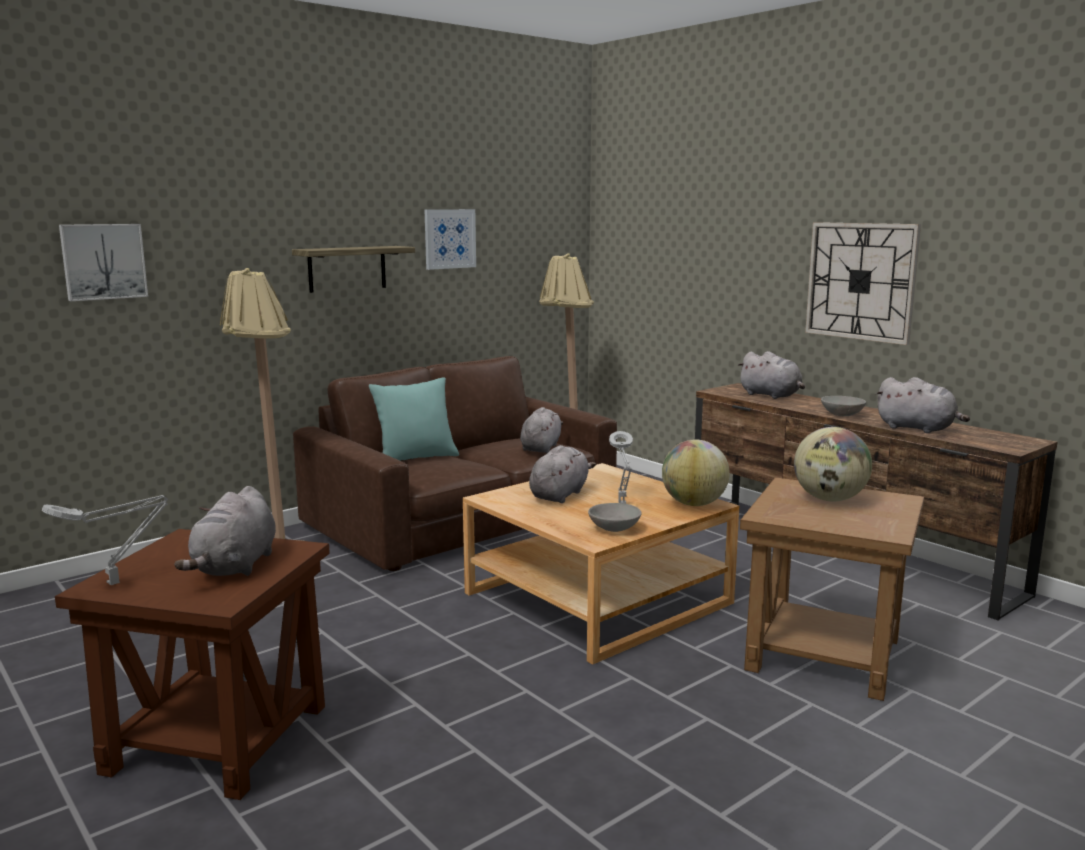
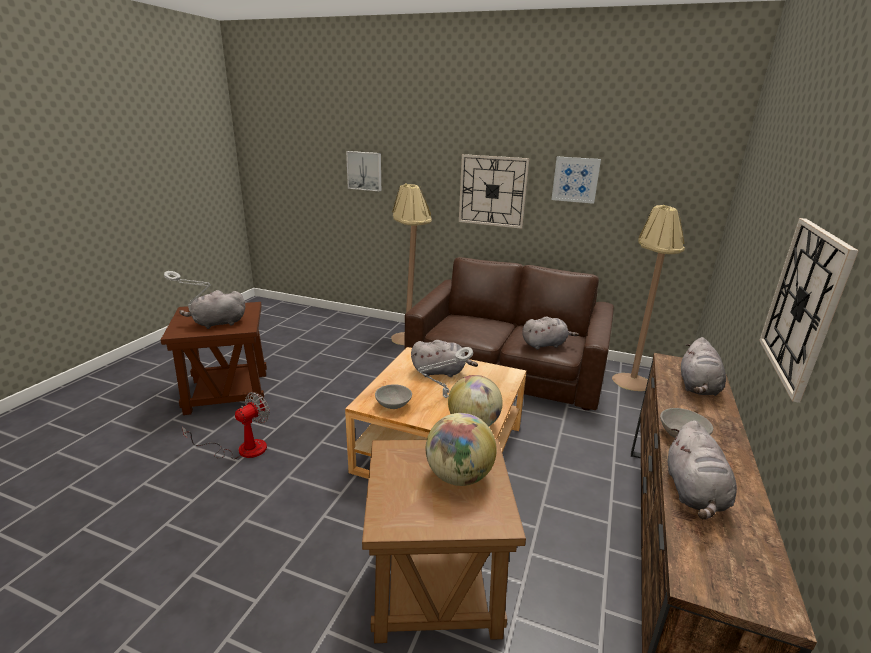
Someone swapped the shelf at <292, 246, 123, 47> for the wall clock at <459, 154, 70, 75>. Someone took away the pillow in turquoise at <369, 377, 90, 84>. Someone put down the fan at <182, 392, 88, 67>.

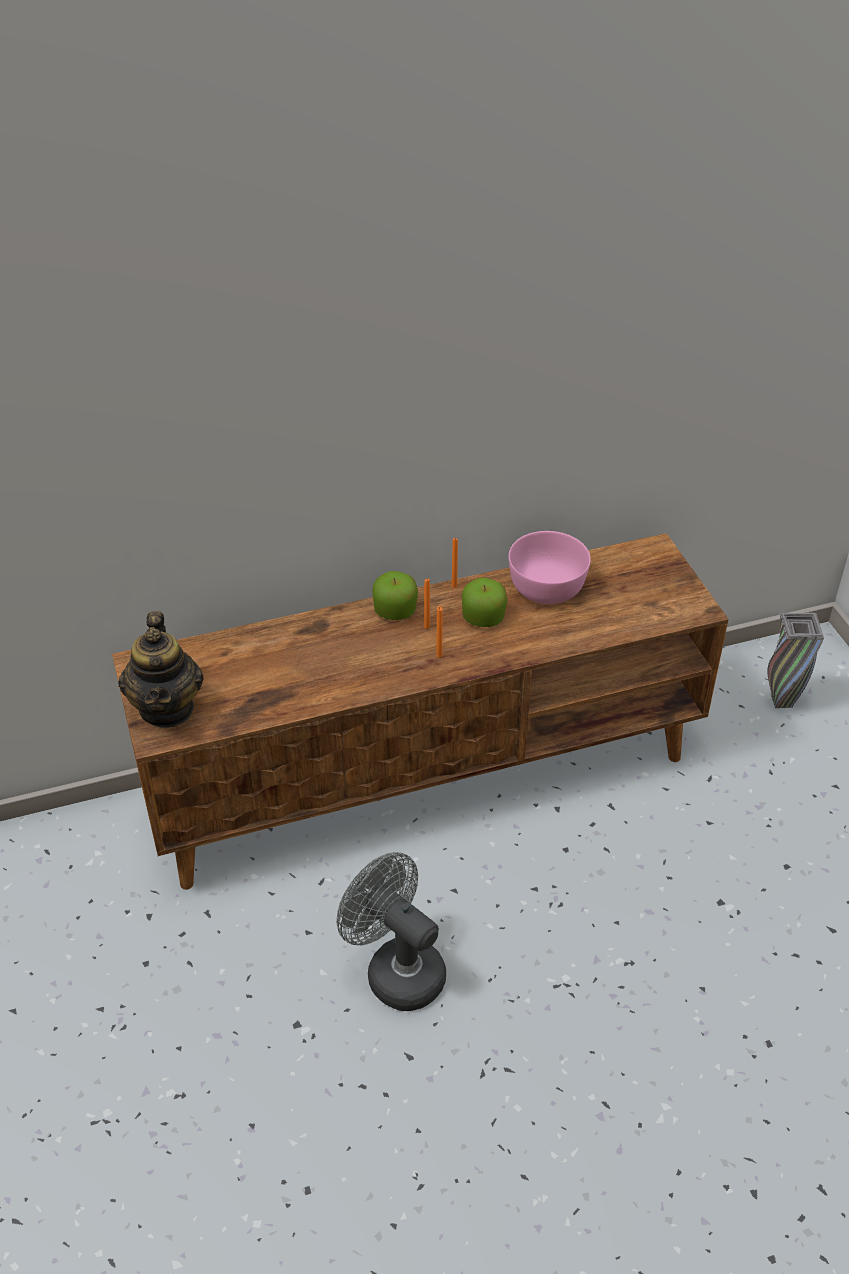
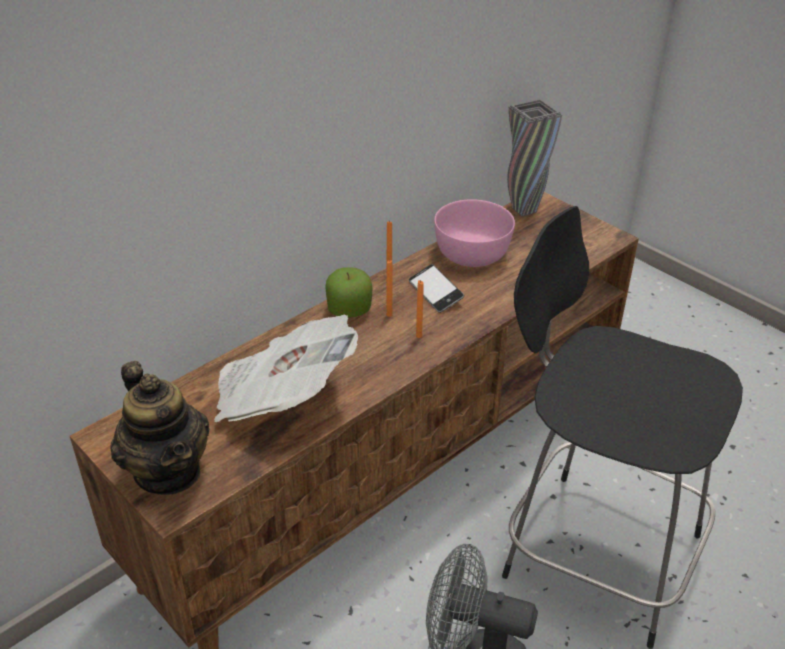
Someone swapped the apple at <462, 578, 46, 49> for the phone at <409, 264, 55, 49>. Someone carried the vase in grey from <767, 613, 57, 95> to <507, 99, 55, 118>. Someone put down the stool in black at <502, 206, 241, 443>. Someone put down the newspaper at <214, 315, 144, 107>.

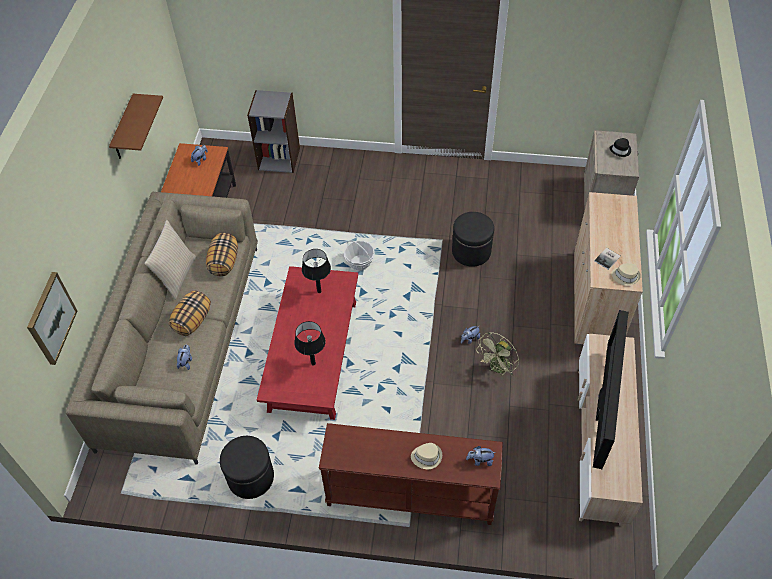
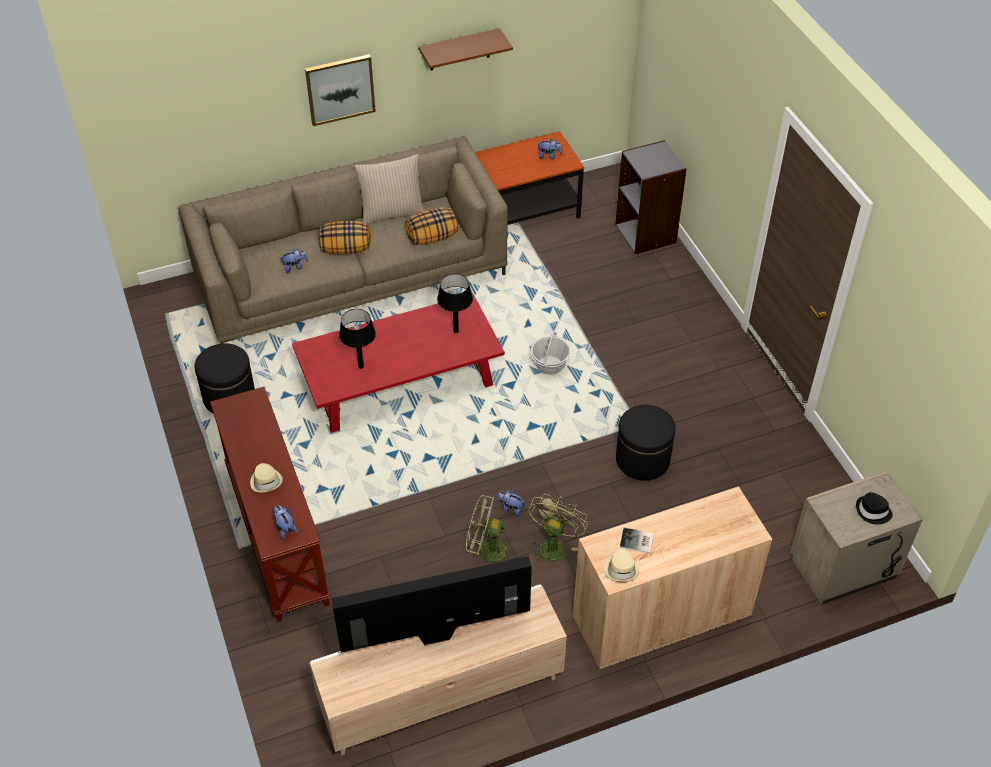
Someone carried the picture from <27, 272, 50, 93> to <305, 54, 71, 72>. Someone put down the fan in green at <528, 494, 60, 71>.

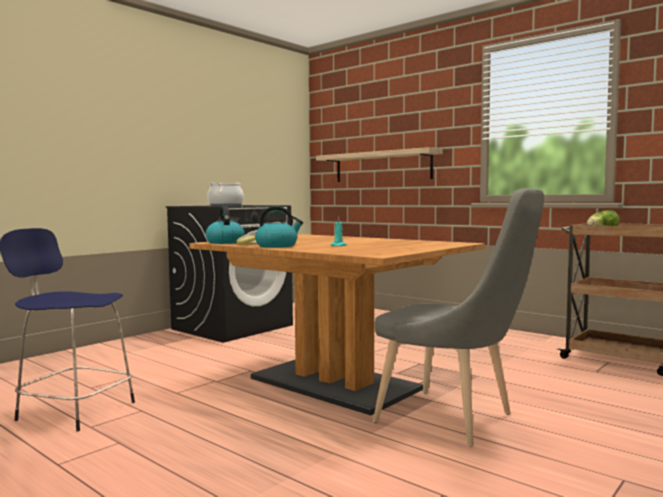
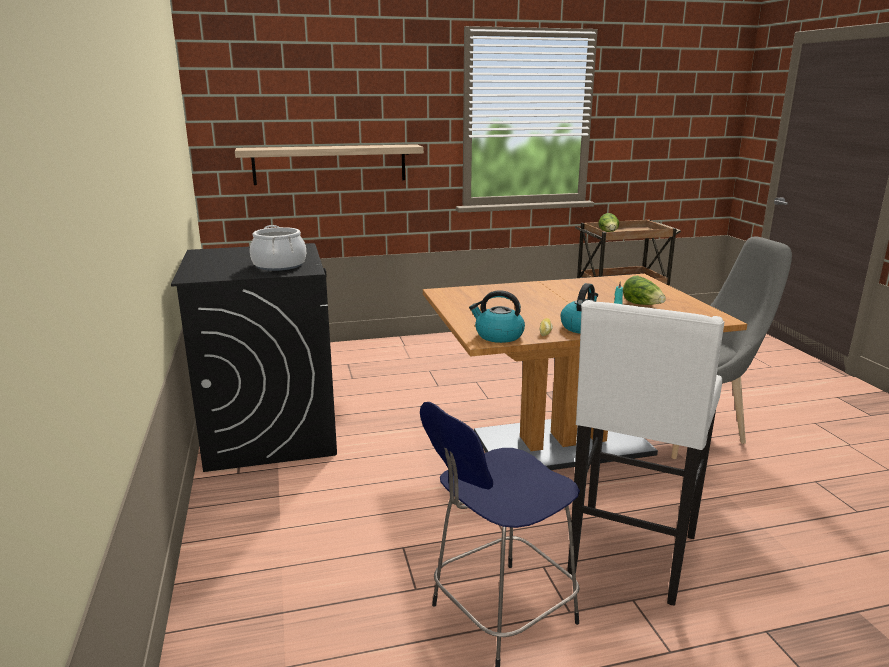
Someone put down the lettuce at <623, 275, 43, 30>. Someone put down the stool in white at <567, 300, 157, 306>.

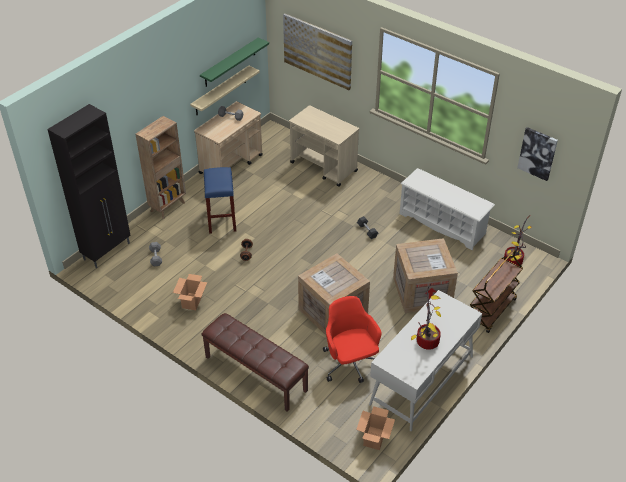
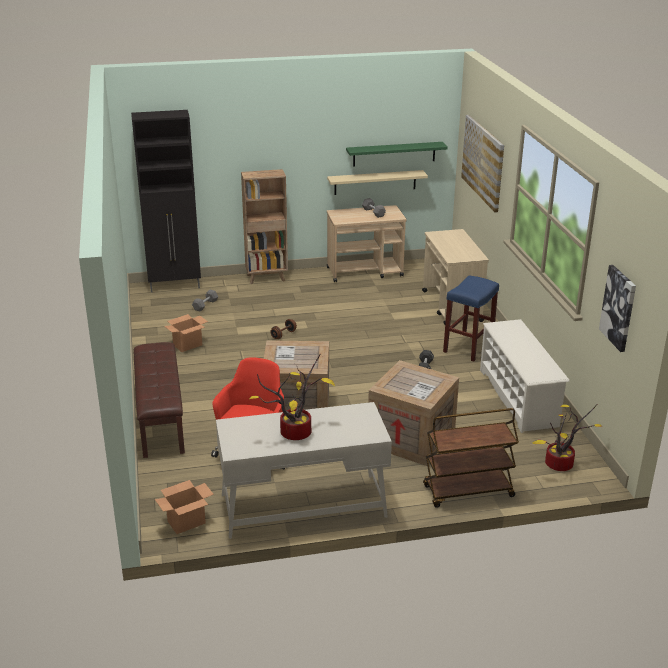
Someone carried the stool in blue from <204, 167, 32, 67> to <443, 276, 56, 86>.

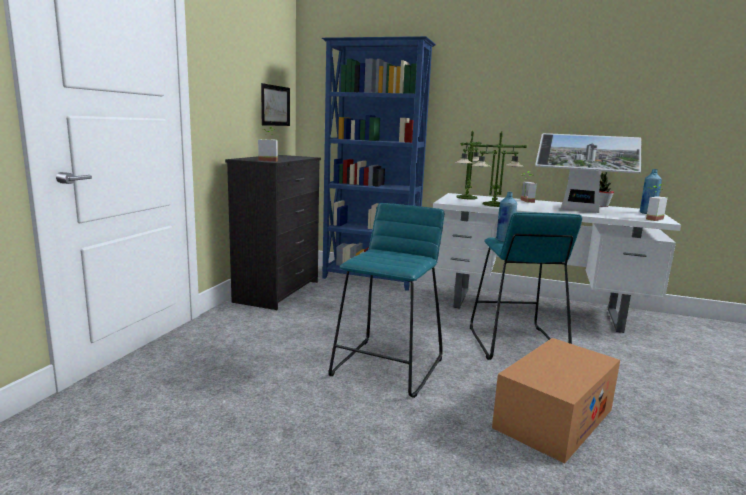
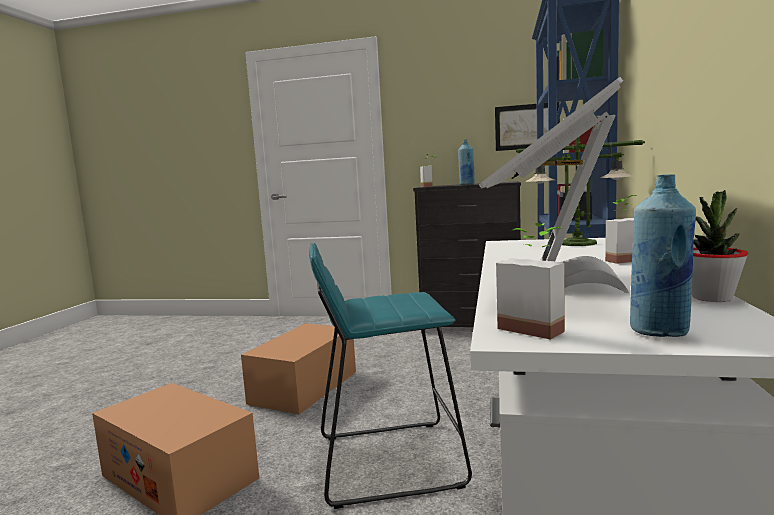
Someone took away the table lamp at <471, 132, 56, 75>. Someone carried the bottle in blue from <496, 192, 21, 50> to <458, 140, 17, 45>. Someone swapped the stool in turquoise at <329, 203, 115, 195> for the cardboard box at <241, 323, 115, 91>.

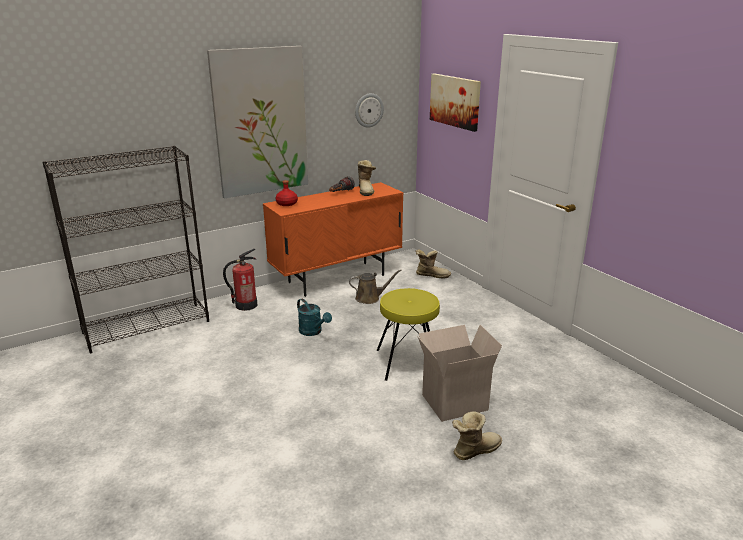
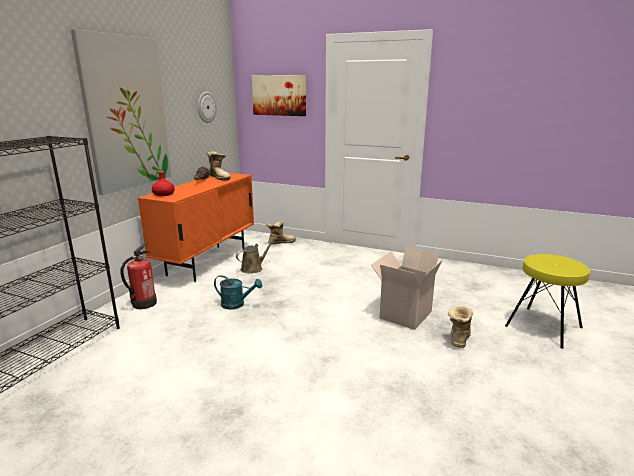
Someone carried the stool in yellow from <377, 288, 63, 93> to <505, 254, 85, 95>.

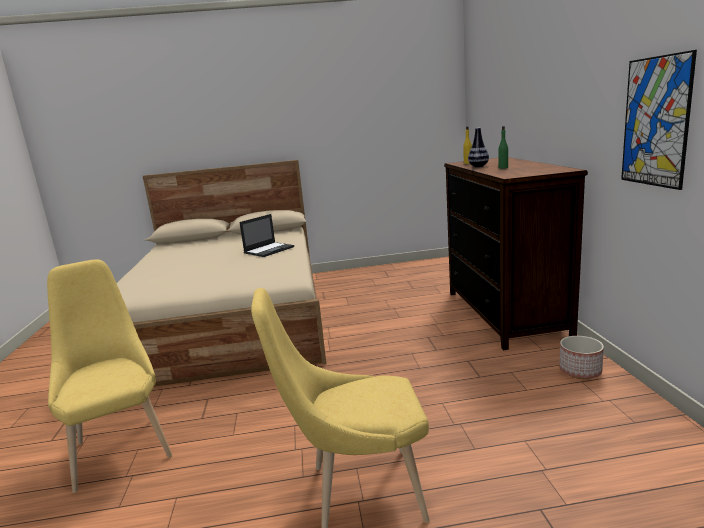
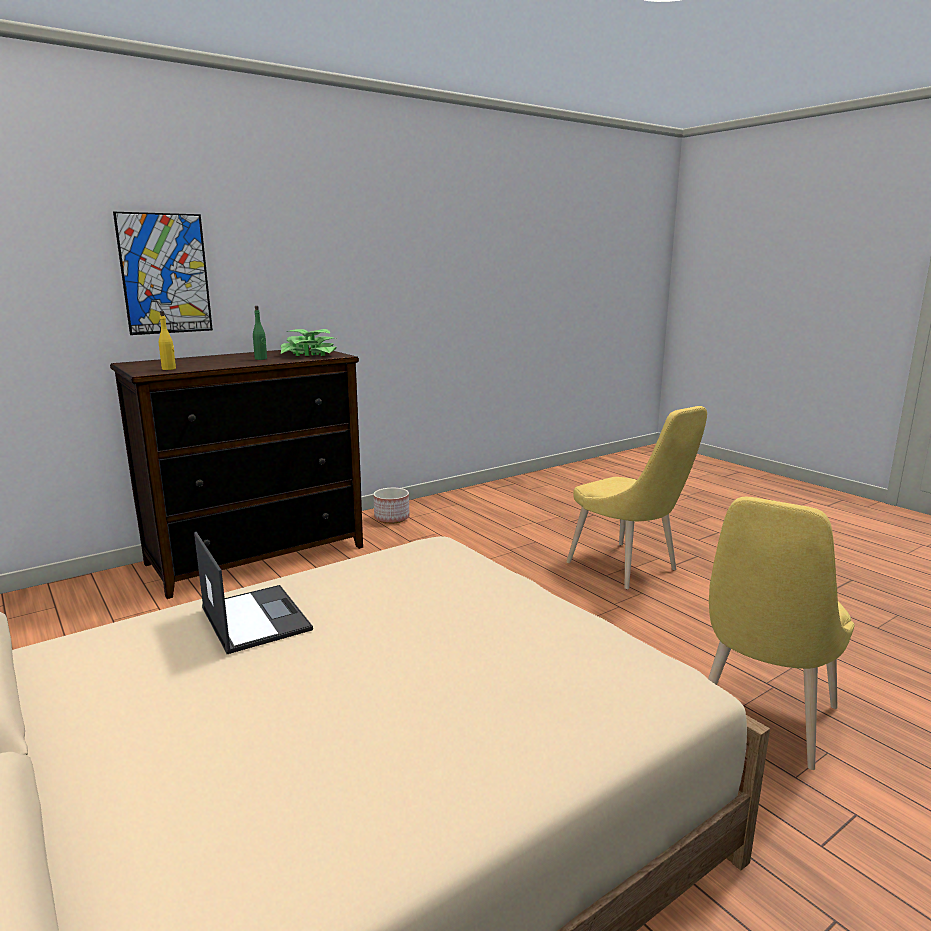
Someone carried the picture from <621, 50, 76, 140> to <113, 212, 100, 123>. Someone took away the vase at <468, 128, 21, 39>. Someone rotated the laptop at <239, 214, 55, 43> by 45 degrees clockwise. Someone put down the potted plant at <281, 329, 56, 27>.

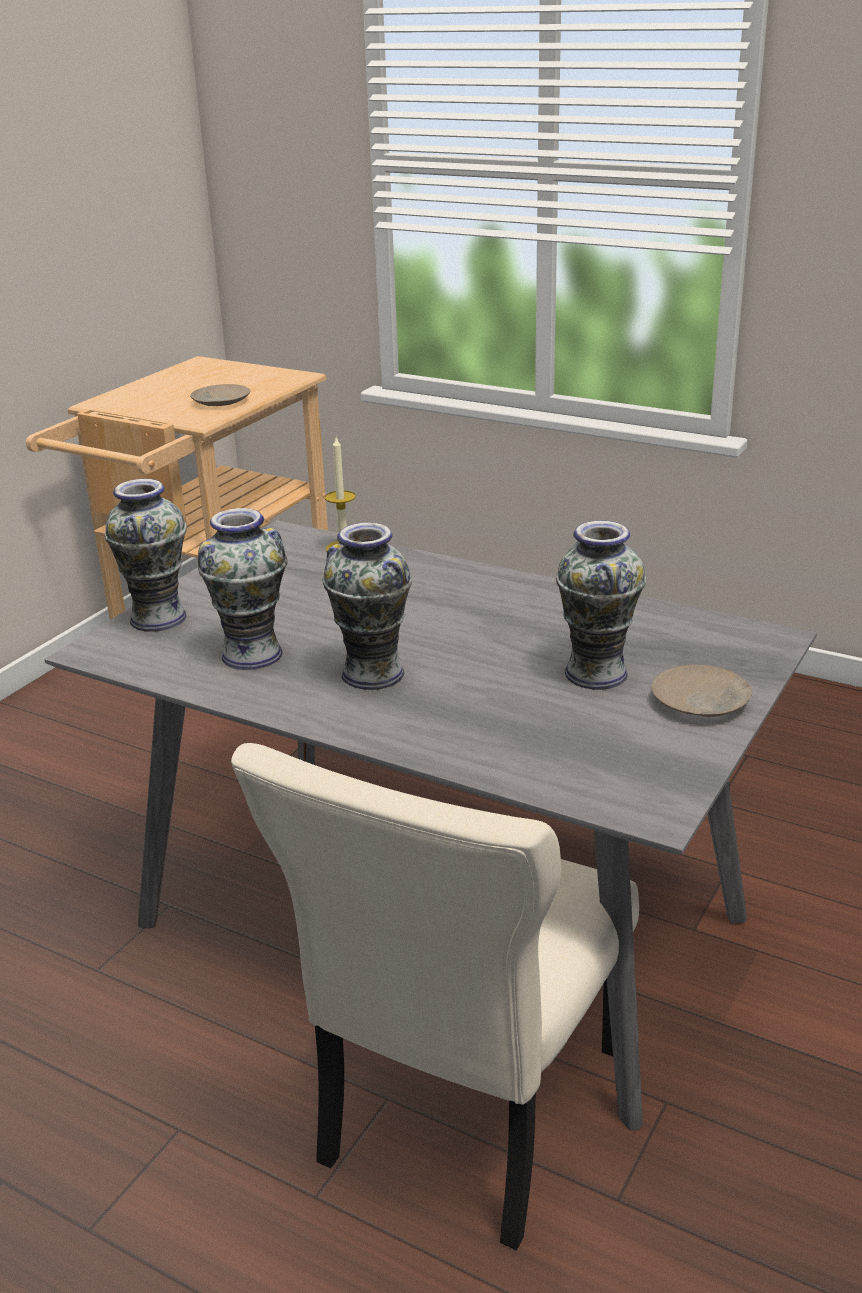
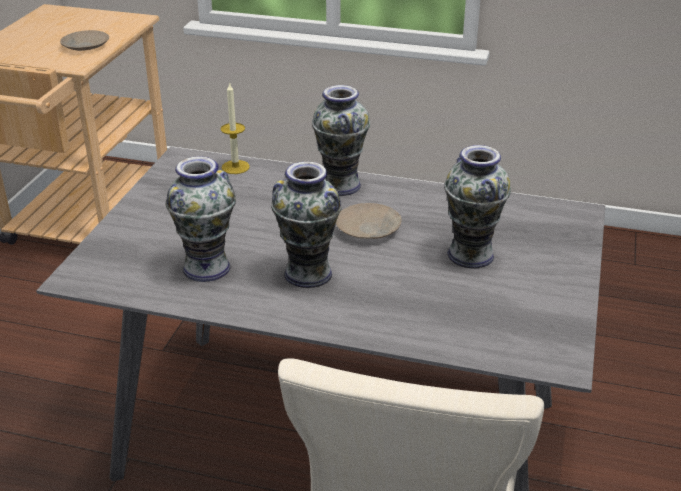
Someone carried the vase from <105, 479, 82, 153> to <312, 85, 58, 111>. Someone carried the plate in beige from <652, 665, 100, 52> to <336, 203, 66, 36>.

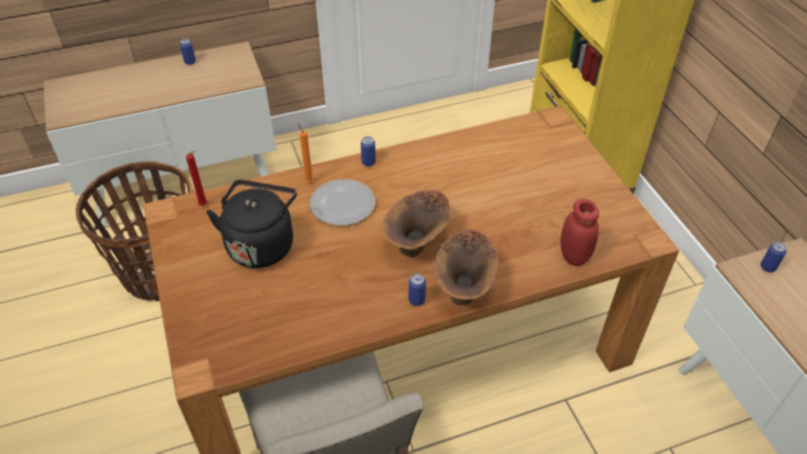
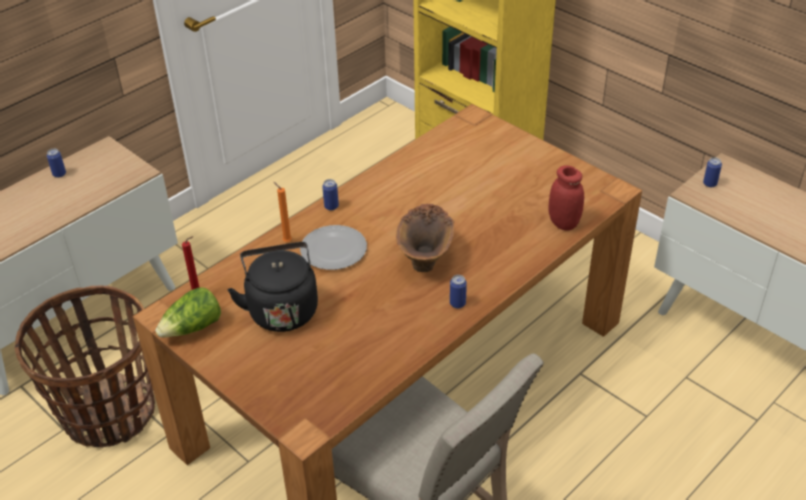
Someone took away the vase in brown at <435, 229, 63, 76>. Someone put down the lettuce at <155, 287, 66, 50>.

